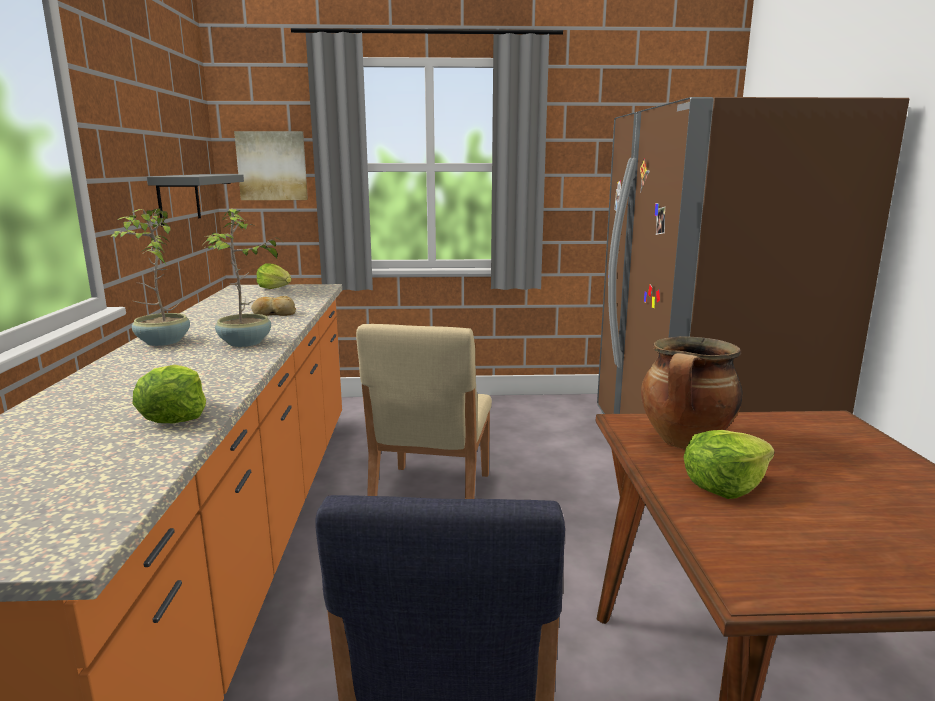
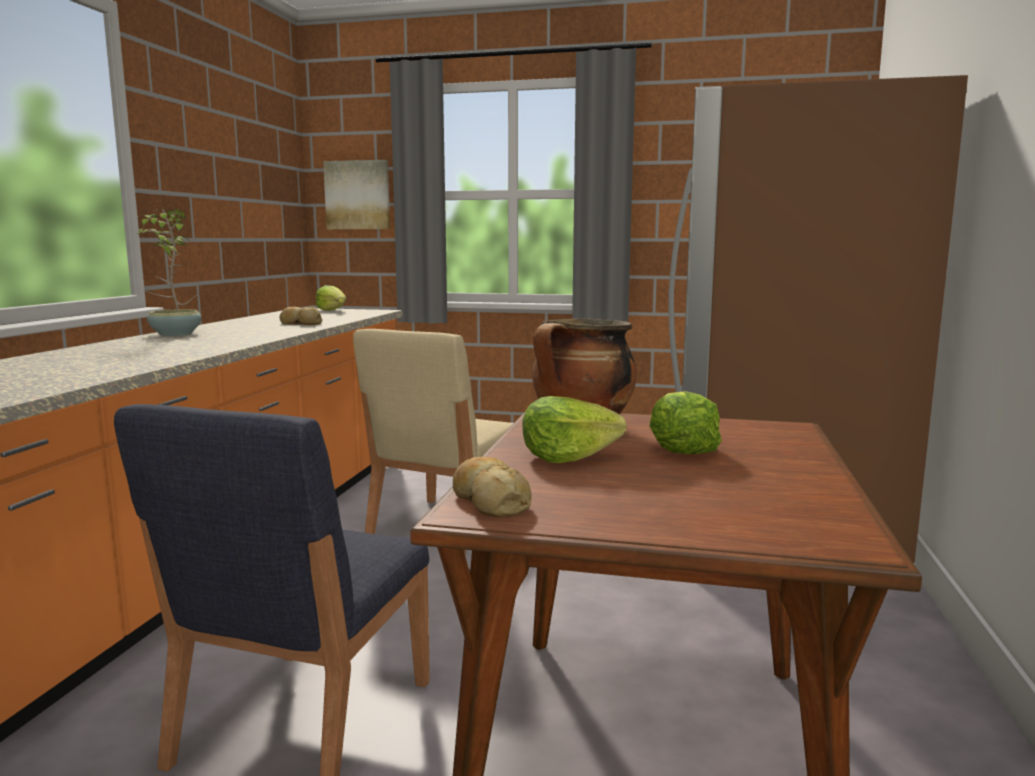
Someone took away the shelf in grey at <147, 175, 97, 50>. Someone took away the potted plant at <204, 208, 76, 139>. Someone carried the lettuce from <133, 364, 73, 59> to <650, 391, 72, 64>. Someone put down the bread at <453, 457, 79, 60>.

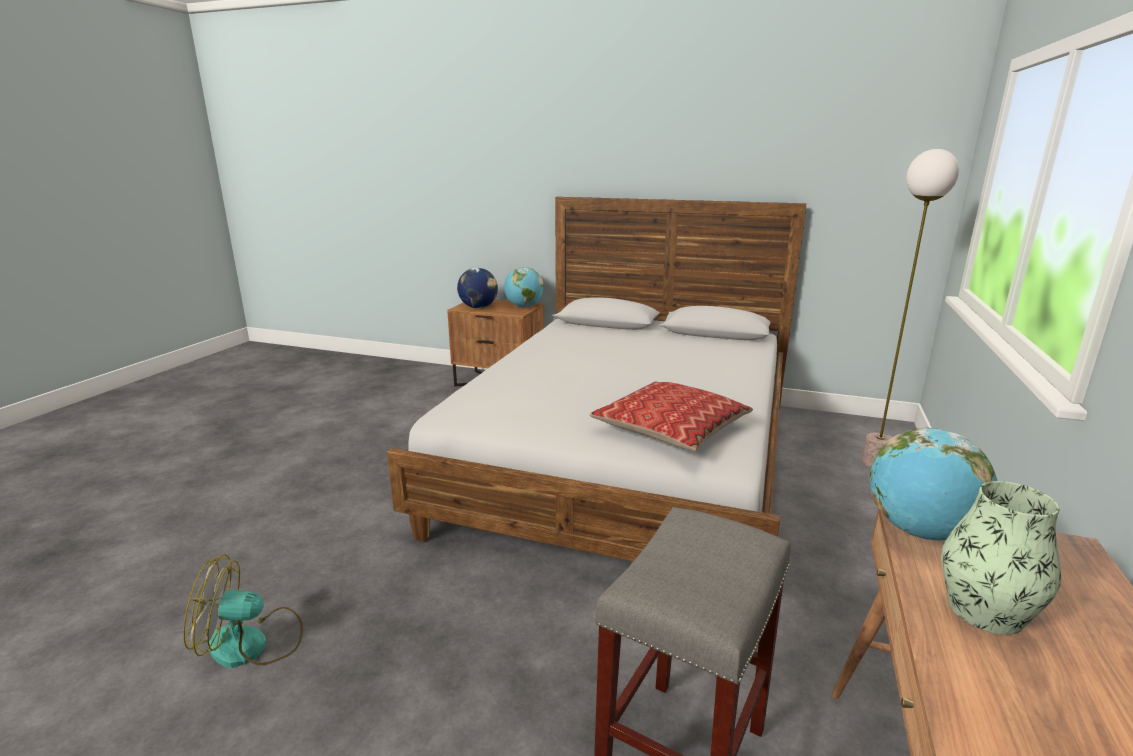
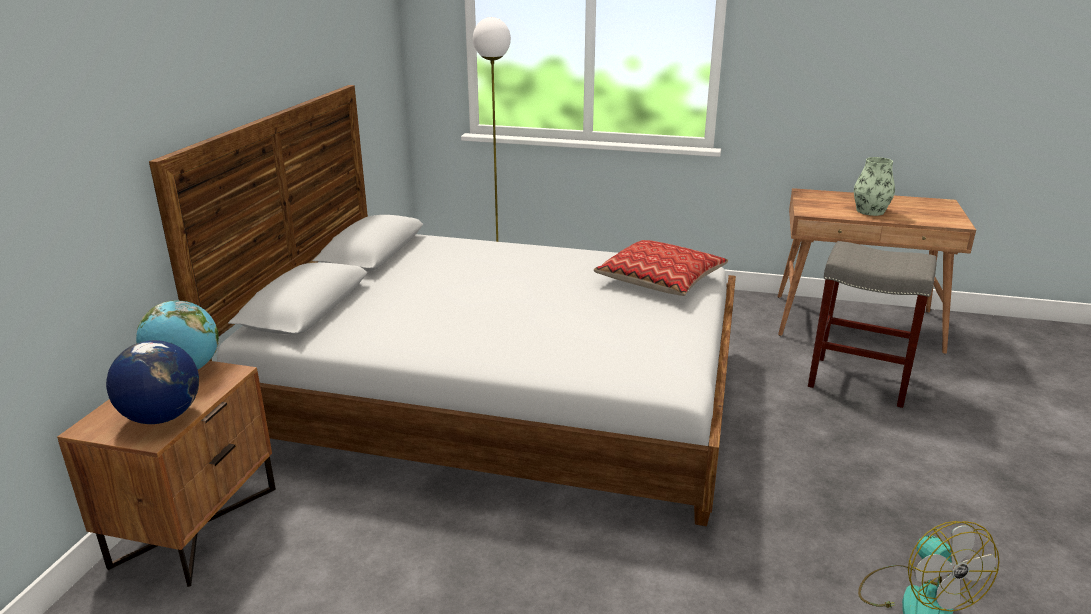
Someone took away the globe at <870, 428, 127, 112>.

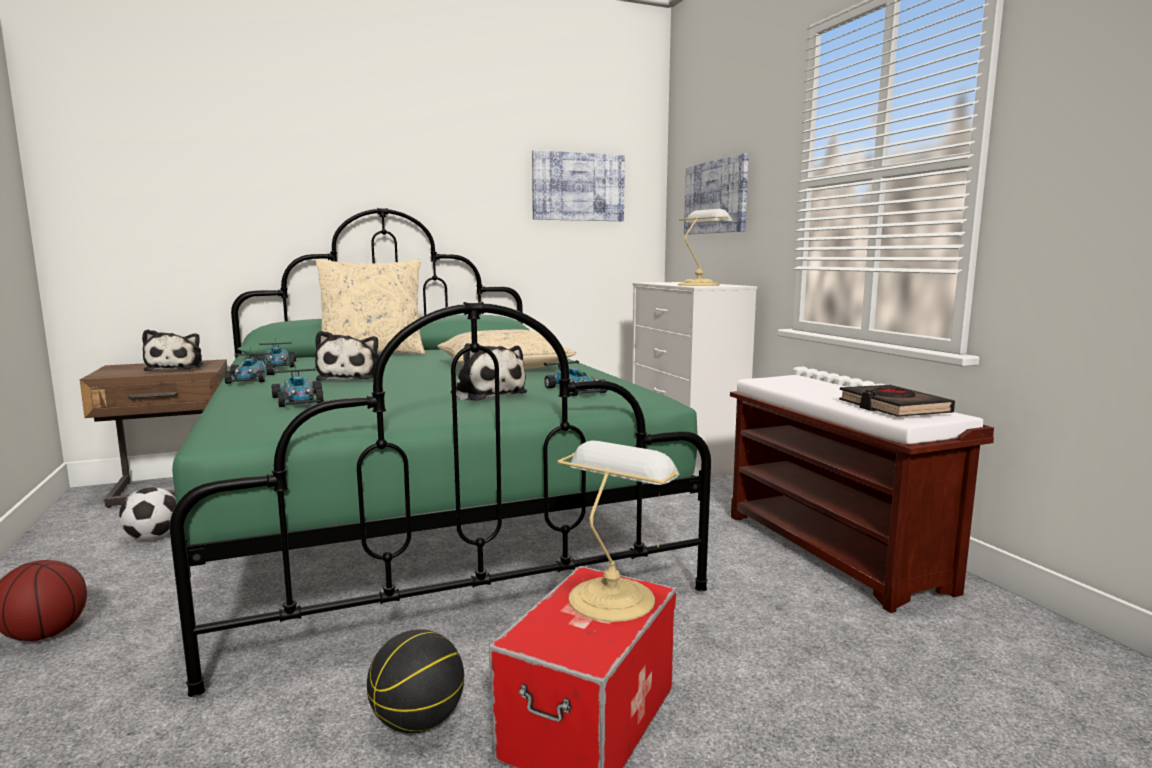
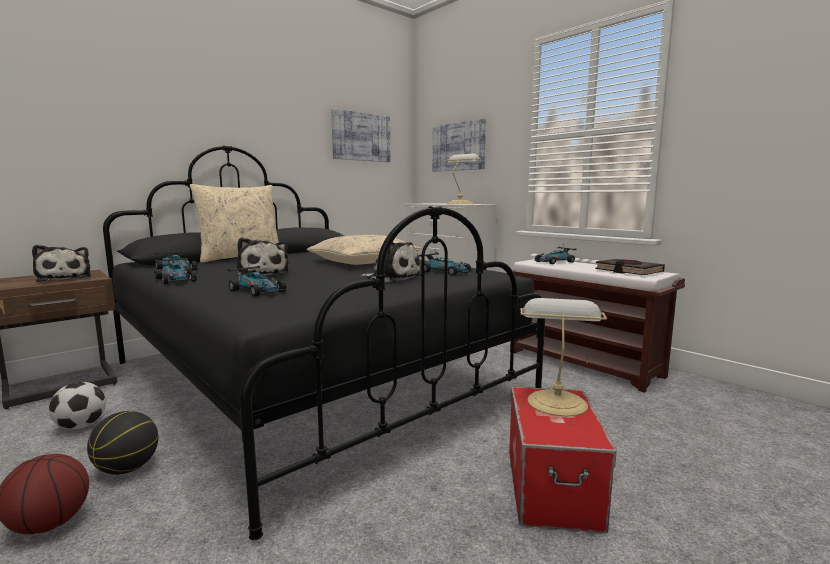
Someone repainted the bed in green at <169, 208, 542, 489>, which became the bed in black at <103, 145, 442, 395>. Someone carried the basketball from <367, 629, 97, 104> to <87, 411, 71, 64>. Someone put down the toy car at <535, 245, 42, 19>.

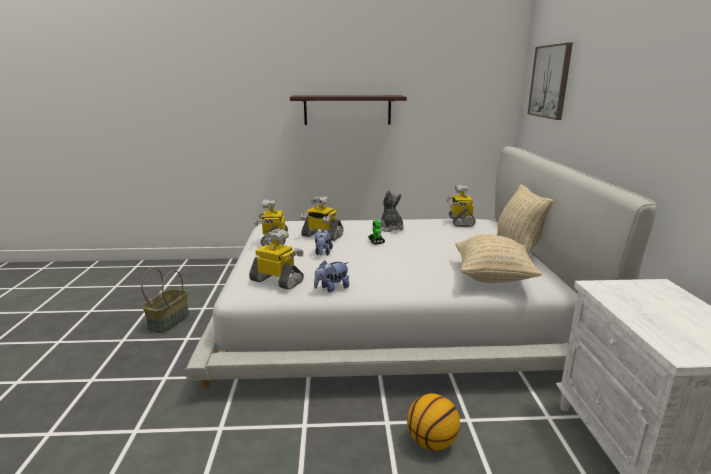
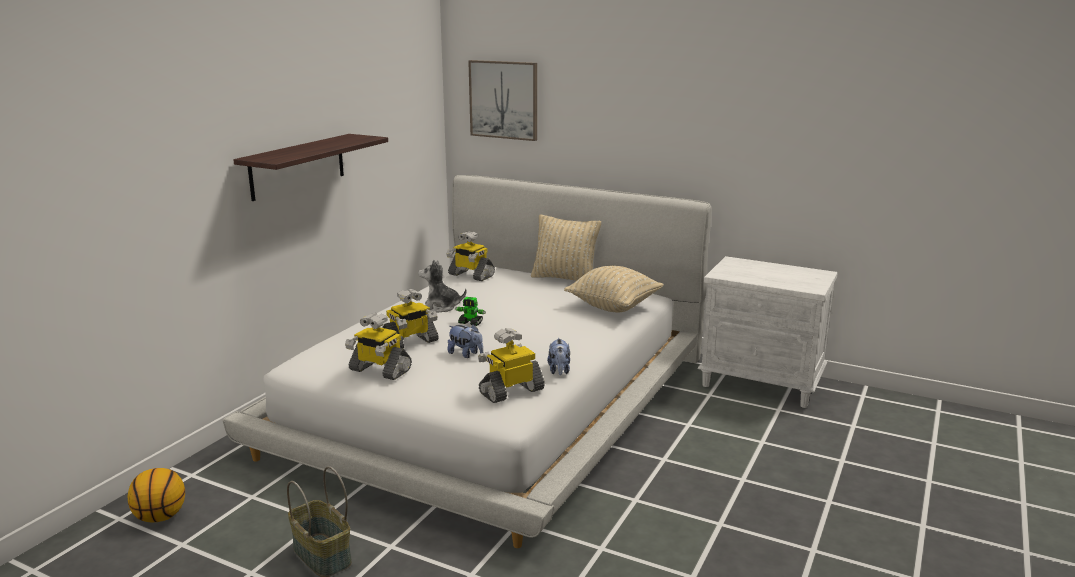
Someone carried the basketball from <407, 393, 53, 58> to <127, 468, 58, 54>.

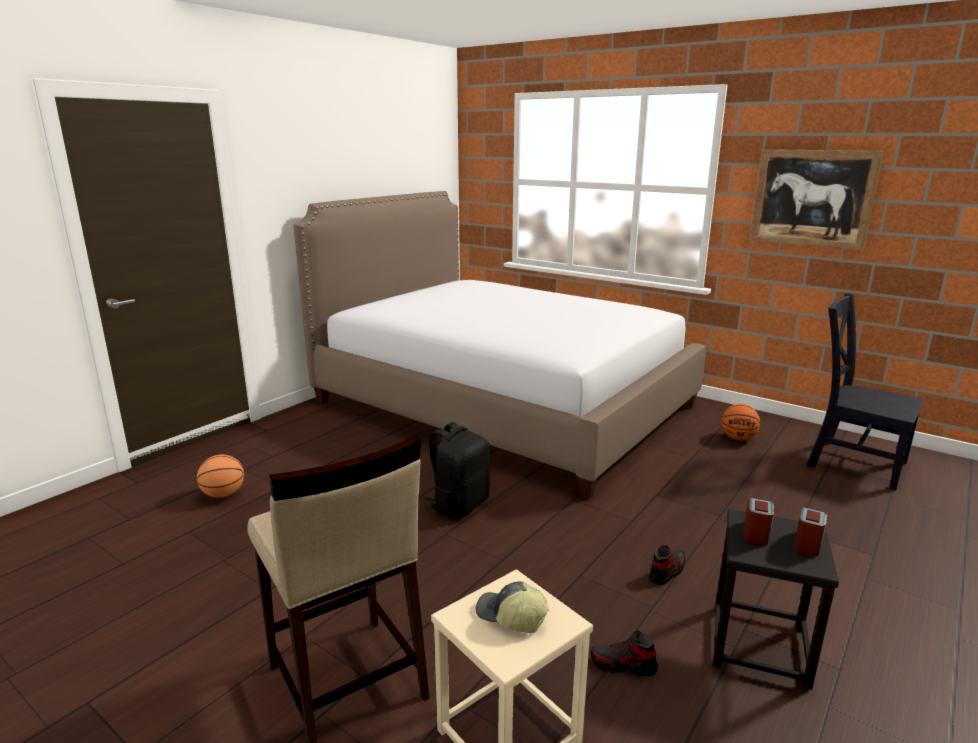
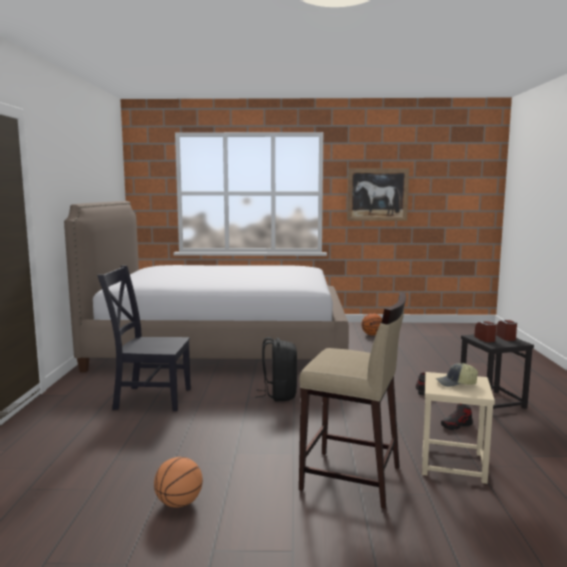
Someone carried the chair in black from <807, 293, 117, 197> to <97, 265, 94, 146>. Someone carried the basketball from <197, 455, 47, 43> to <154, 457, 49, 50>.

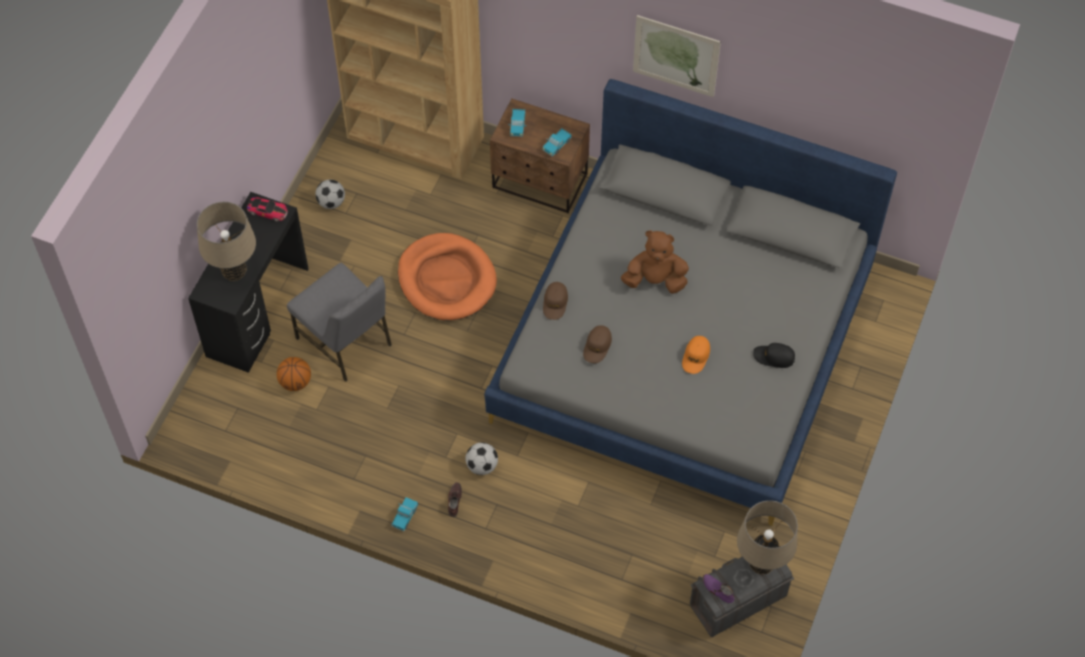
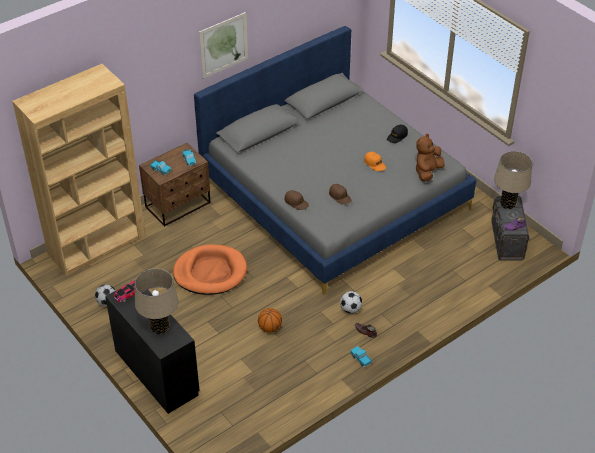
Someone carried the plush toy in brown from <621, 230, 68, 64> to <416, 134, 29, 48>. Someone took away the chair in grey at <287, 263, 105, 119>. Someone carried the basketball from <277, 357, 34, 34> to <258, 308, 24, 25>.

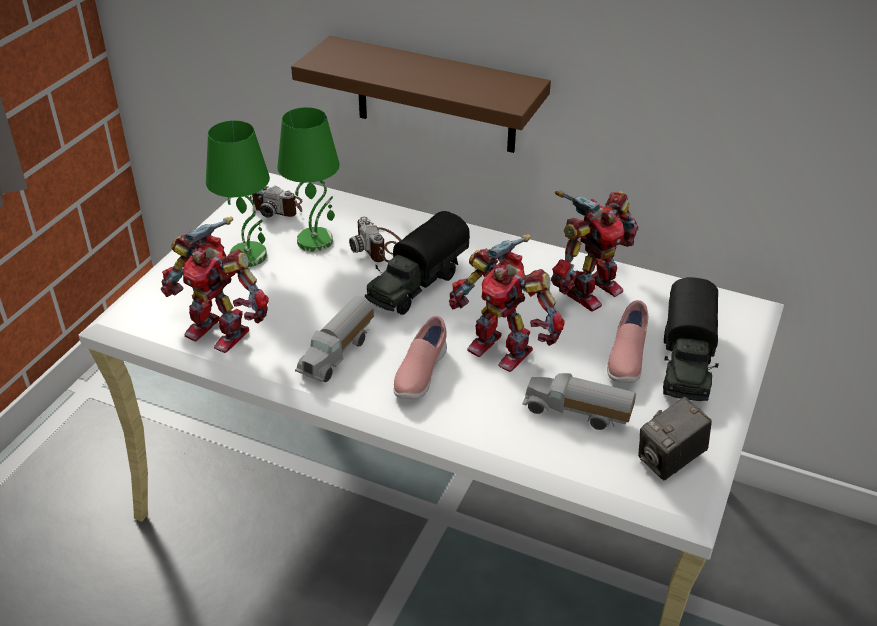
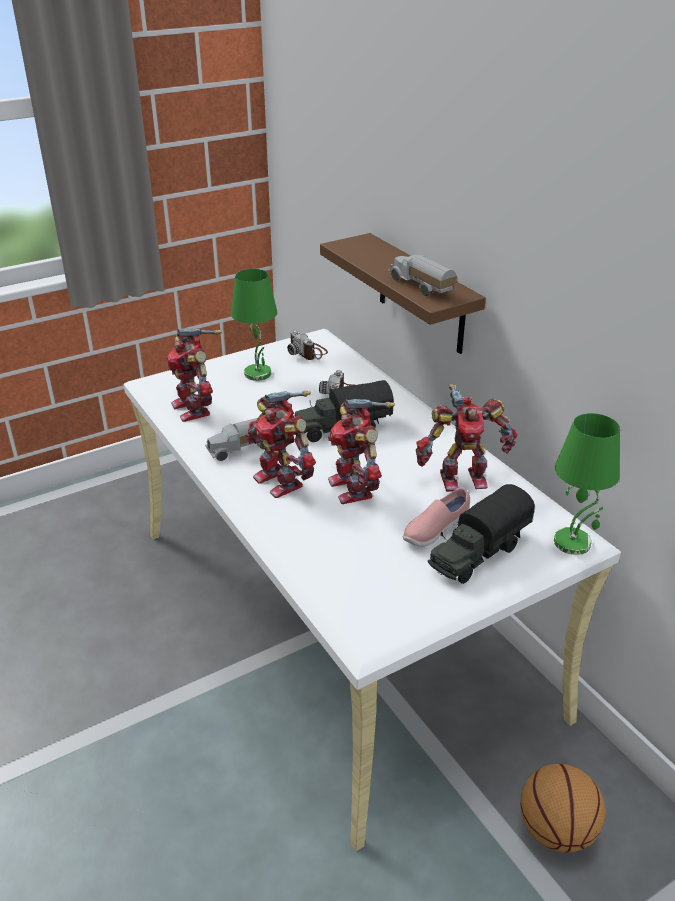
Someone carried the table lamp in green from <277, 107, 63, 145> to <554, 413, 66, 142>. Someone swapped the shoe in pink at <393, 316, 54, 83> for the toy robot at <245, 391, 71, 107>. Someone carried the toy truck from <522, 373, 114, 57> to <388, 255, 69, 41>. Someone took away the photo camera at <638, 397, 74, 83>. Someone put down the basketball at <520, 763, 85, 90>.

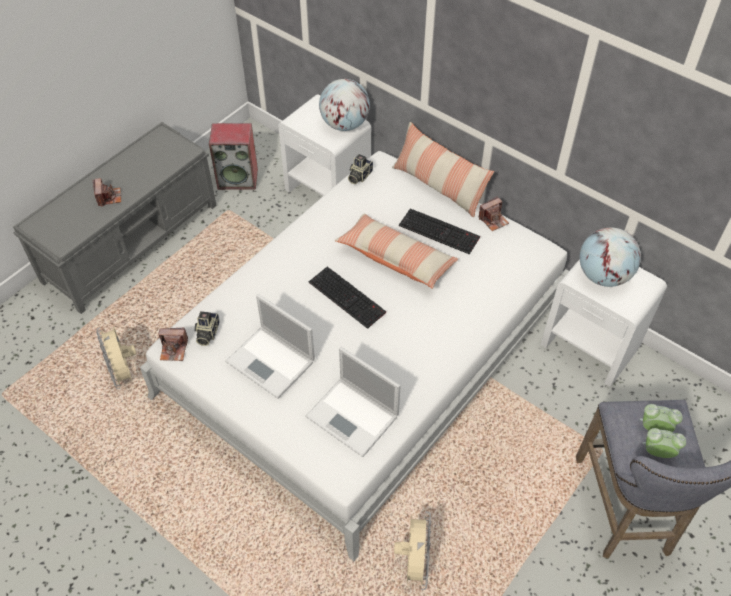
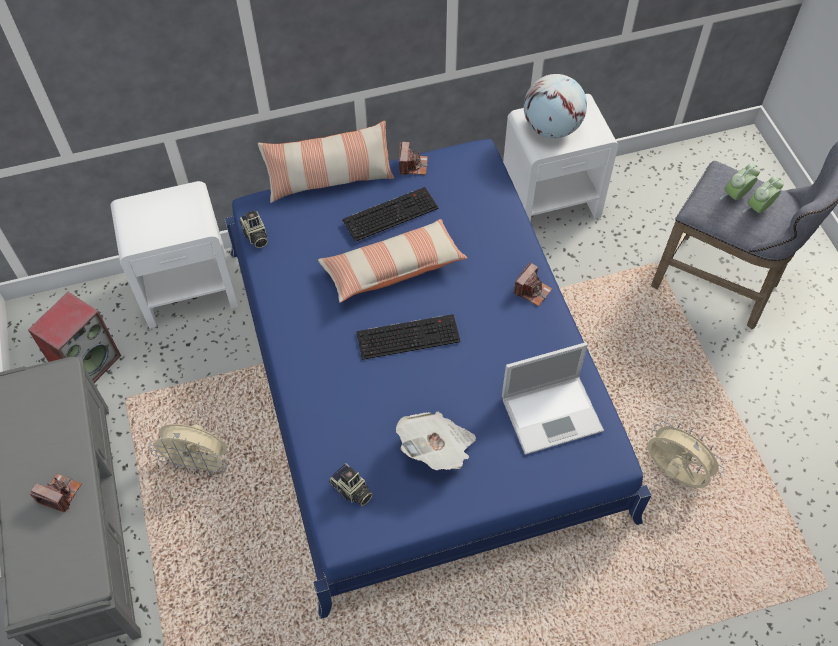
Someone took away the globe at <319, 79, 51, 52>. Someone repainted the bed in white at <140, 151, 429, 410>, which became the bed in blue at <225, 139, 427, 480>. Someone swapped the laptop at <225, 294, 90, 105> for the newspaper at <396, 412, 80, 58>. Someone carried the fan in beige from <96, 327, 40, 62> to <148, 424, 79, 52>. Someone carried the photo camera from <158, 328, 30, 33> to <514, 263, 38, 43>.

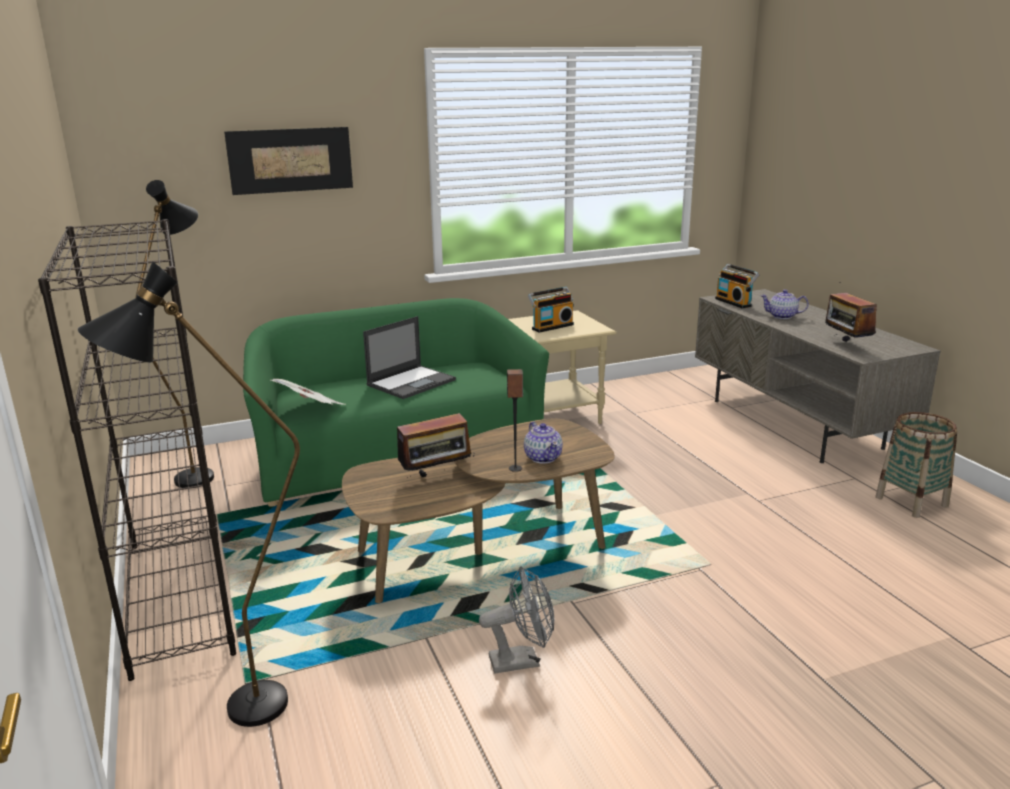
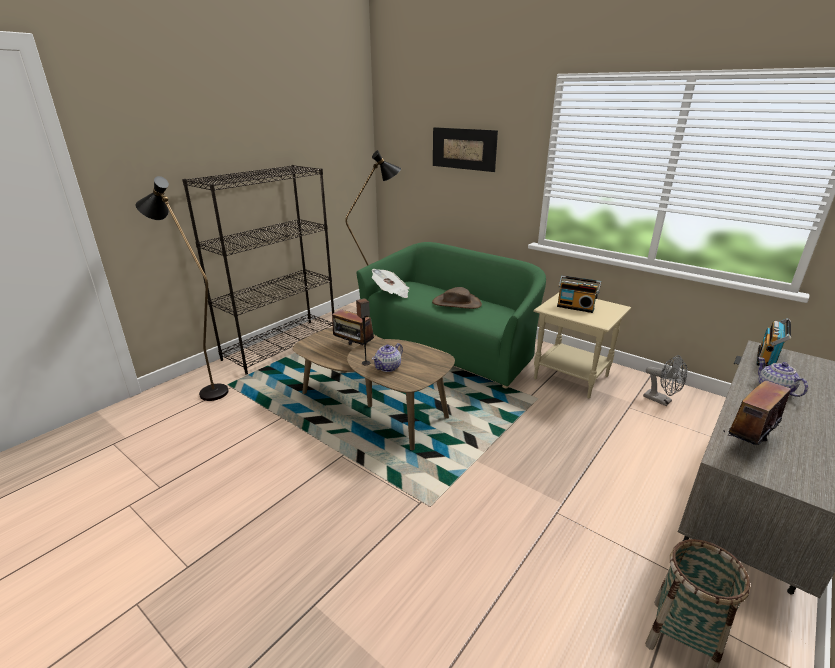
Someone swapped the laptop at <363, 316, 93, 83> for the hat in brown at <432, 287, 50, 22>. Someone carried the fan in grey from <479, 566, 75, 108> to <643, 355, 45, 51>.

